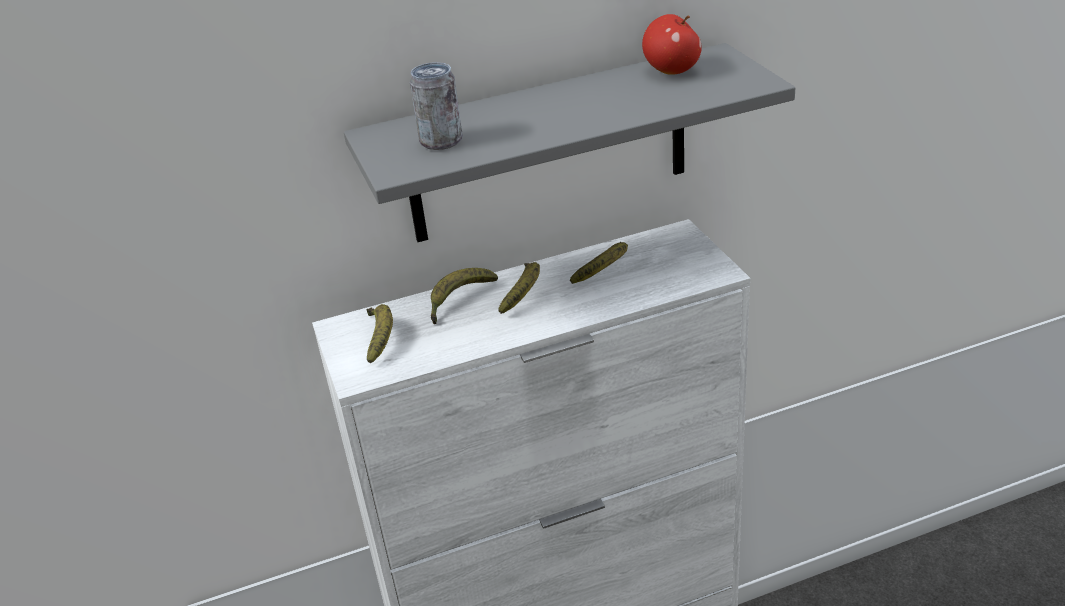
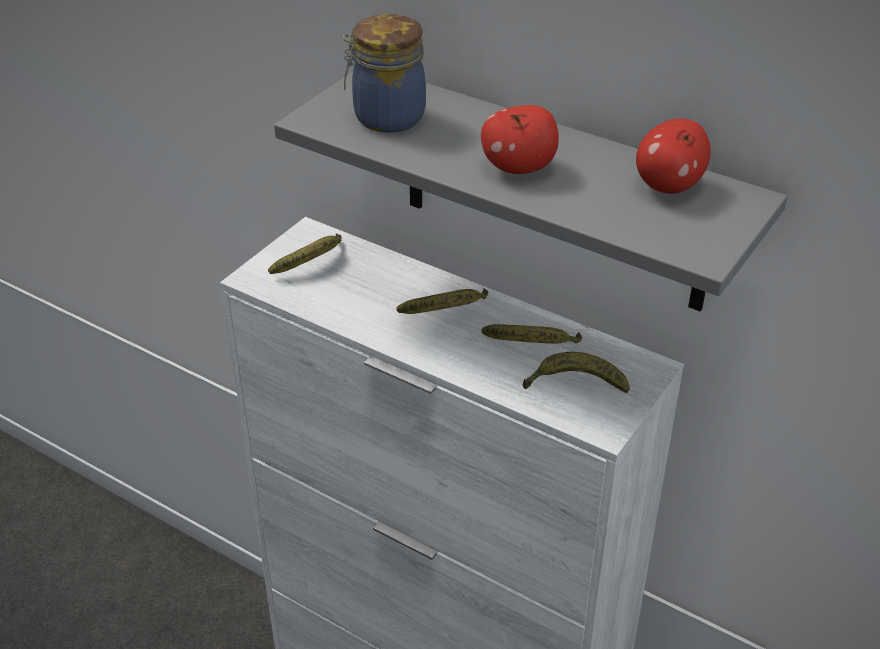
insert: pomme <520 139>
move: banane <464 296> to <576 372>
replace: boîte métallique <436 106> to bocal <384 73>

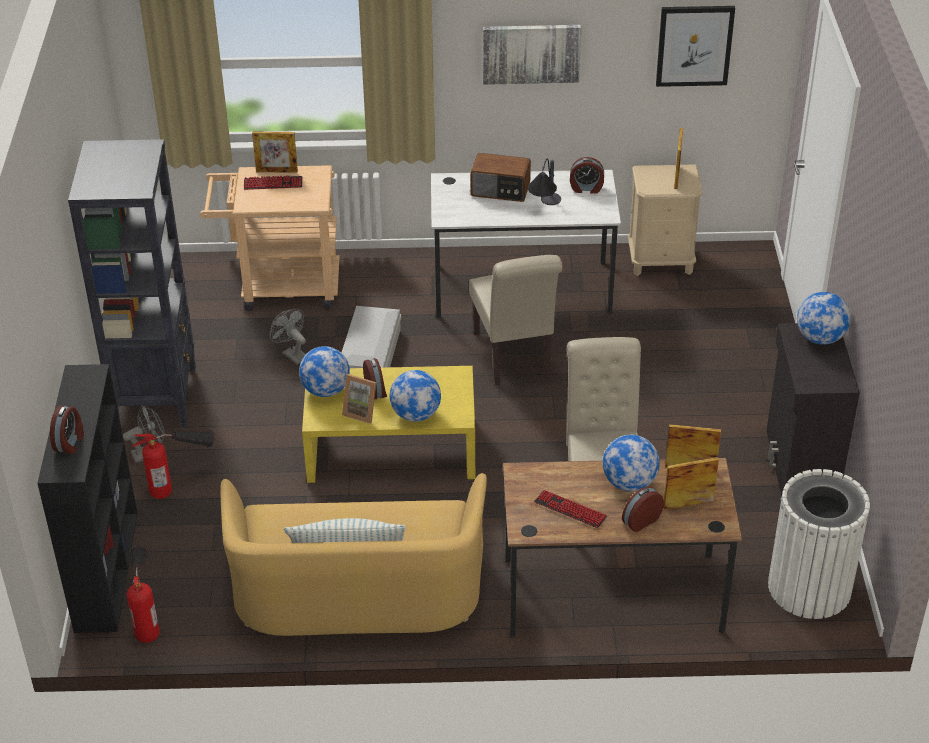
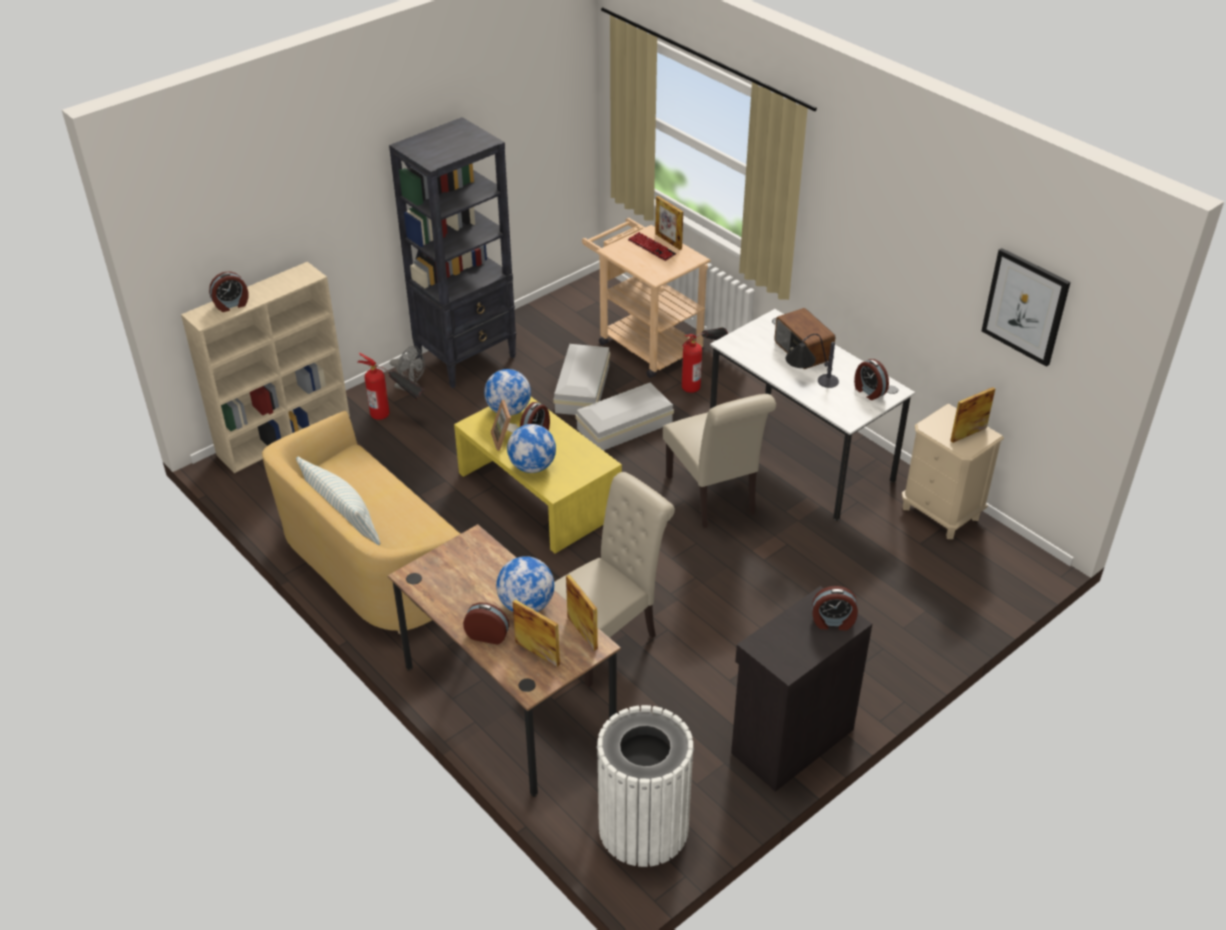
delete: tableau <532 55>; clavier <570 509>
move: extincteur <143 594> to <705 360>
replace: ventilateur/gris <288 336> to boîte de rangement/blanc <581 379>; globe <823 318> to réveil <835 608>
recolor: bibliothèque/noir <87 498> to bibliothèque/beige <265 367>
rotate: chaise/beige <516 320> = <719 461> 60 degrees counterclockwise

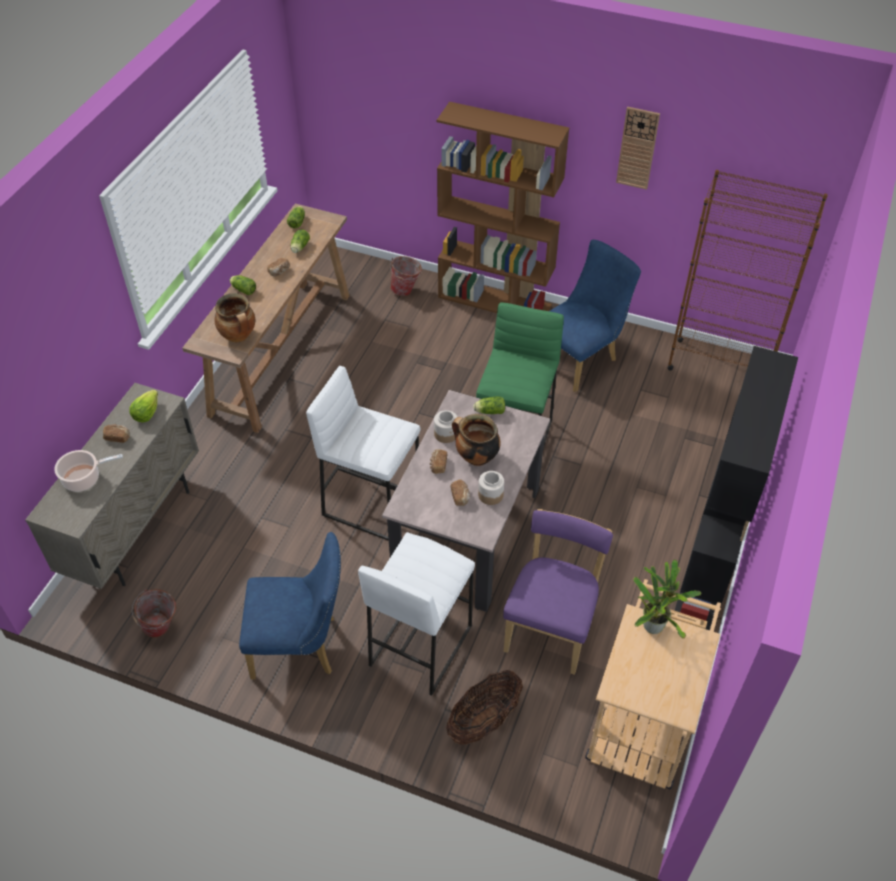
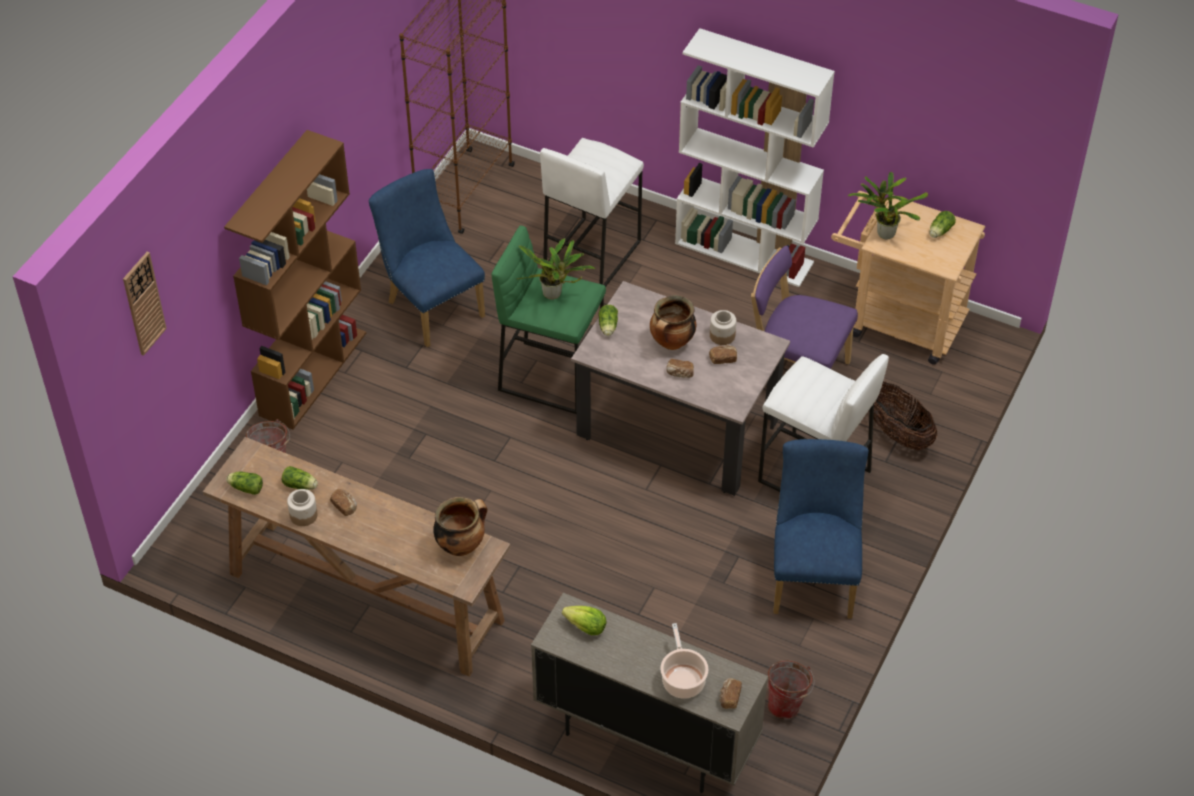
insert: plante en pot <557 269>
move: pain <116 433> to <730 693>; laitue <242 285> to <942 224>; tabouret/blanc <363 453> to <592 212>; bocal <446 426> to <302 507>; horloge murale <638 148> to <145 304>
recolor: bibliothèque/noir <736 488> to bibliothèque/blanc <755 157>

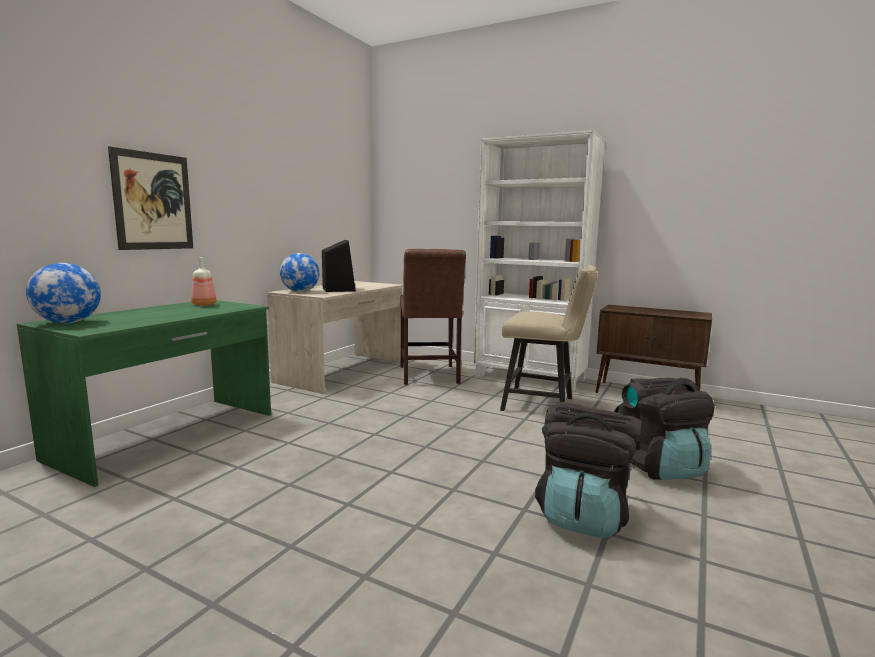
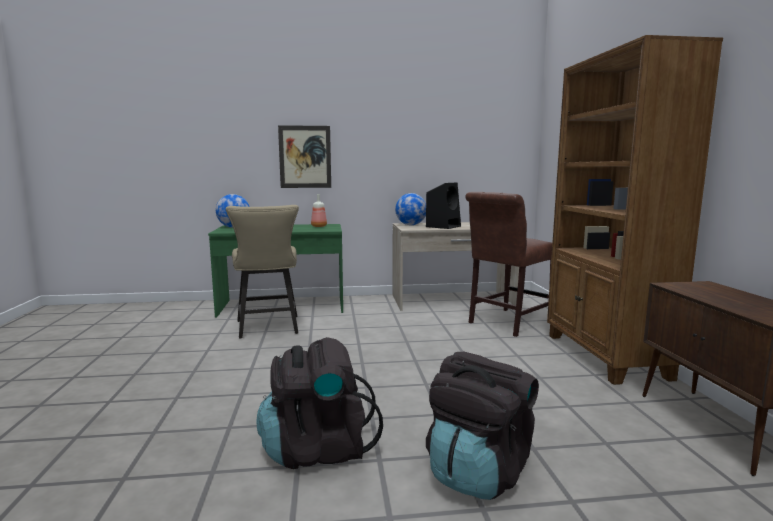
move: chaise/beige <548 338> to <262 272>
recolor: bibliothèque/blanc <539 261> to bibliothèque/marron <635 210>

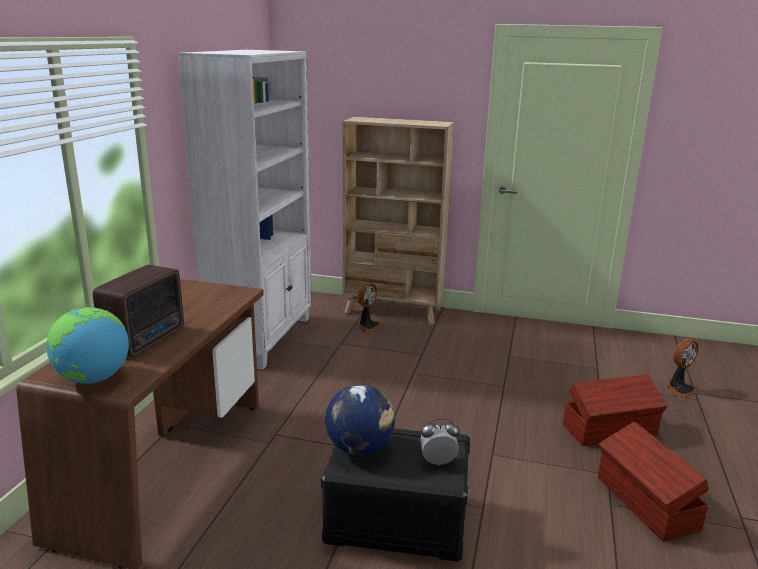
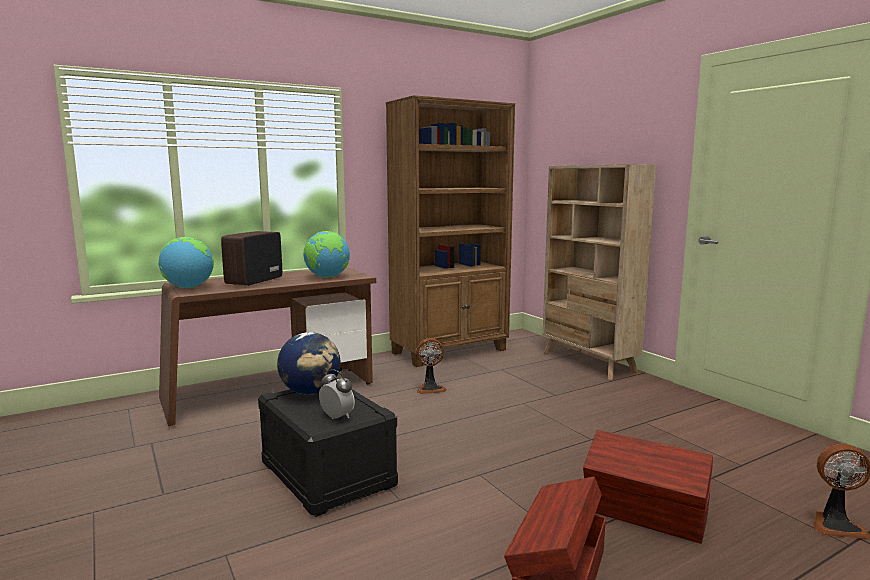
insert: globe <327 254>
move: ventilateur <370 307> to <431 366>
recolor: bibliothèque/blanc <244 210> to bibliothèque/marron <450 231>
rotate: radio <138 311> = <251 258> 135 degrees clockwise

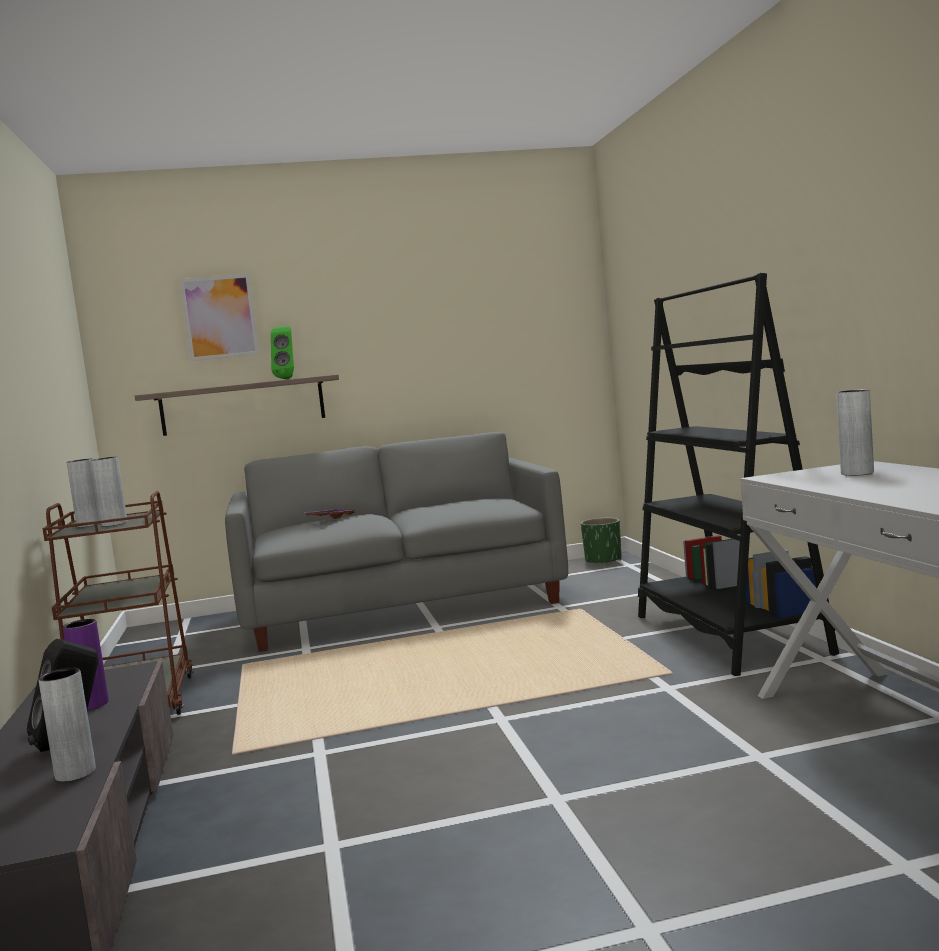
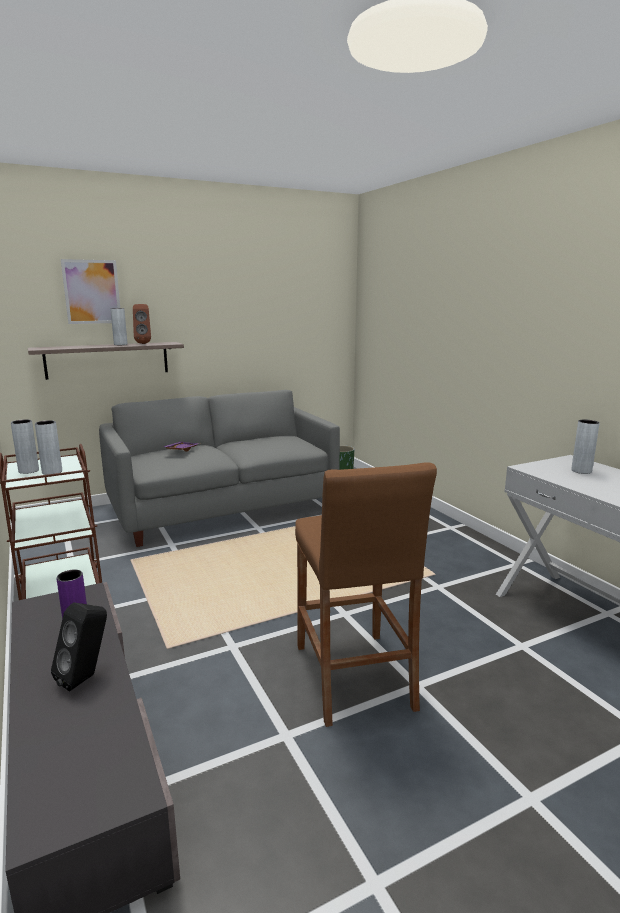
delete: bibliothèque/noir <738 474>
insert: tabouret/marron <366 595>
move: vase/gris <67 725> to <118 326>
recolor: enceinte/vert <282 353> to enceinte/marron <142 324>

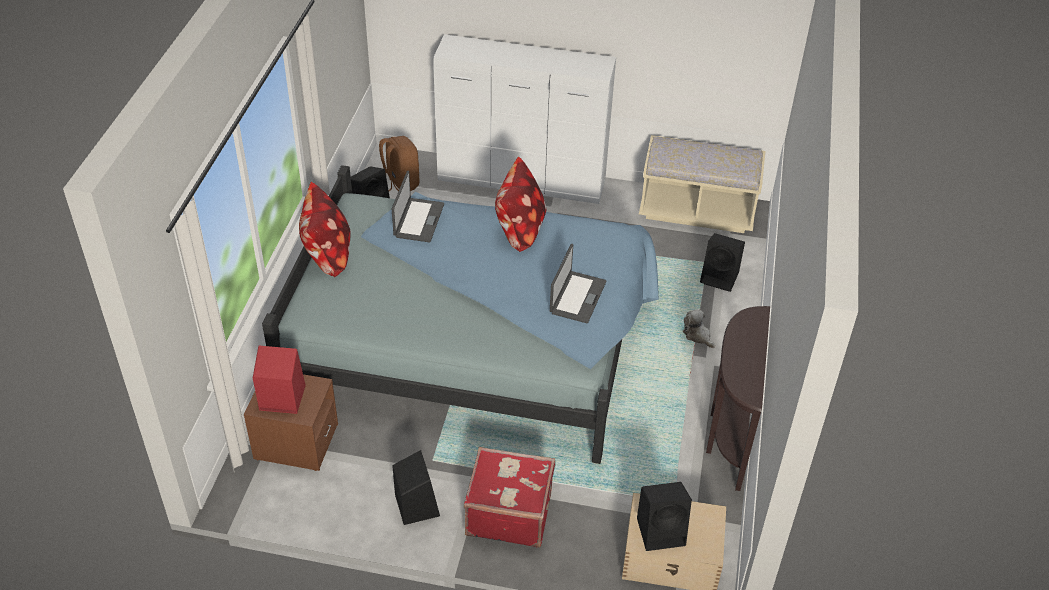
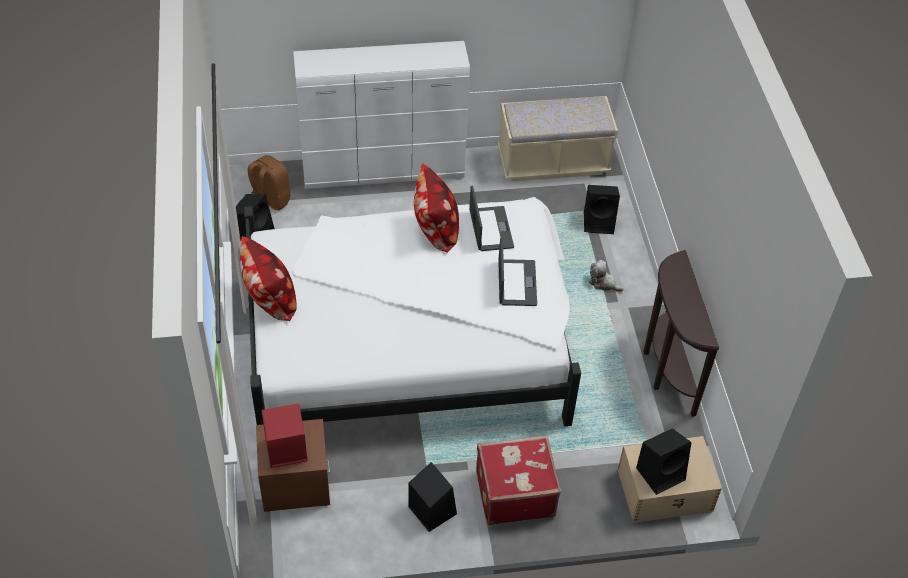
move: ordinateur portable <418 206> to <491 218>
recolor: lit/bleu <460 314> to lit/blanc <412 311>

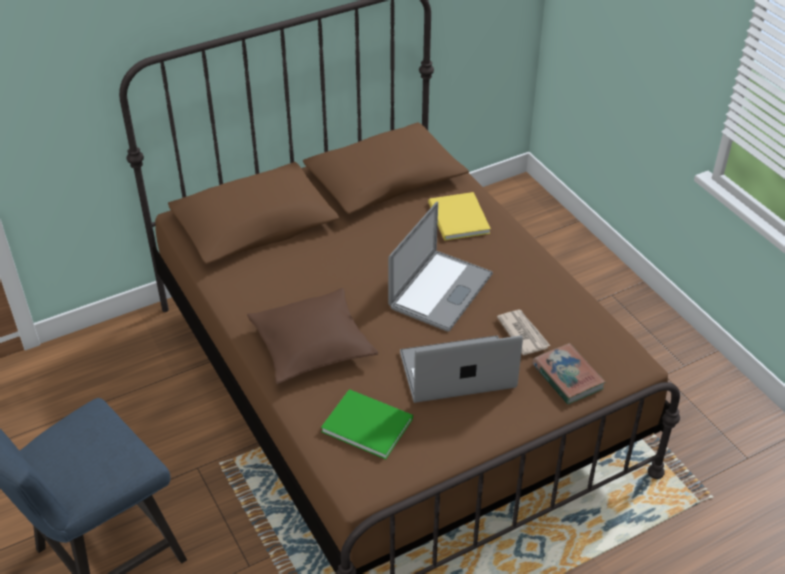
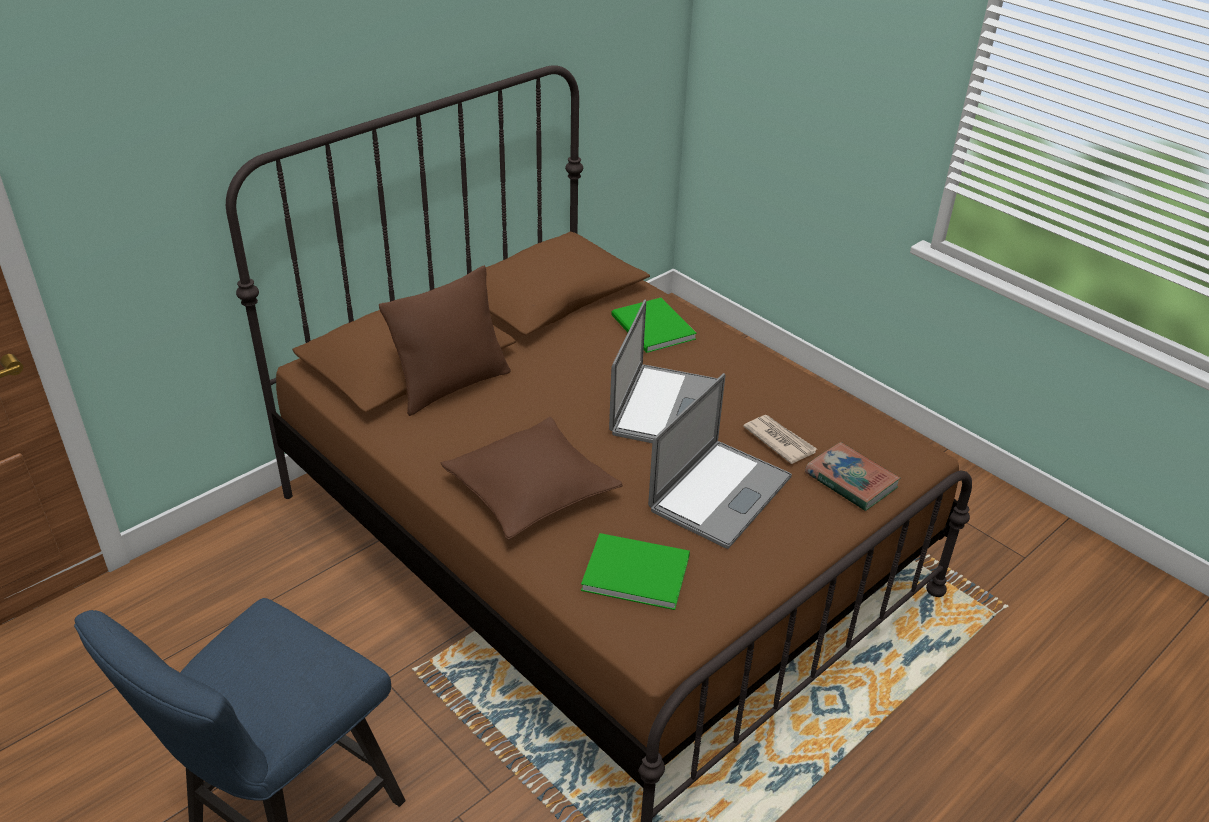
insert: coussin/marron <444 340>
recolor: livre/jaune <459 216> to livre/vert <654 325>
rotate: ordinateur portable <461 369> = <720 461> 150 degrees clockwise

